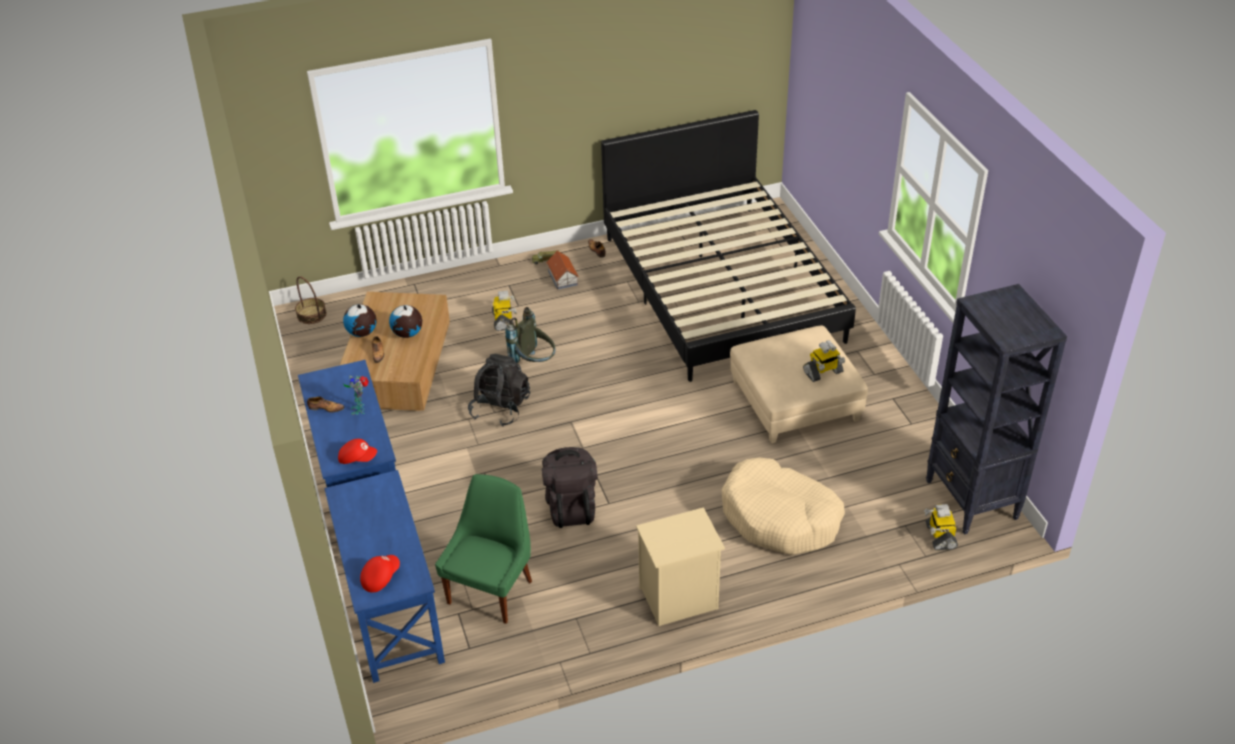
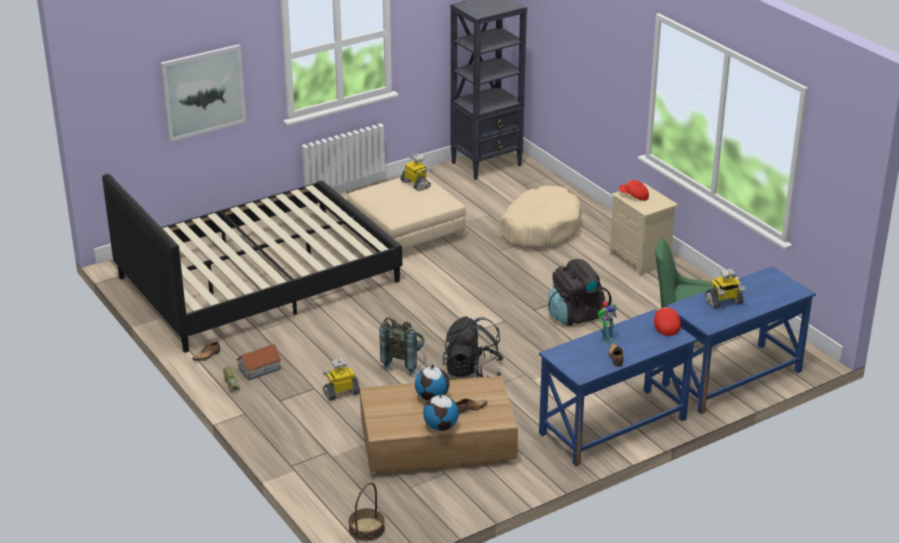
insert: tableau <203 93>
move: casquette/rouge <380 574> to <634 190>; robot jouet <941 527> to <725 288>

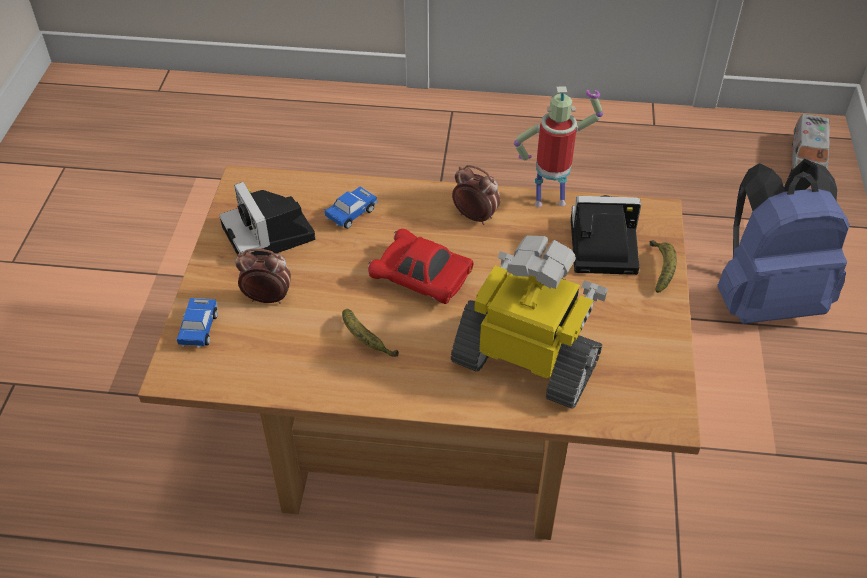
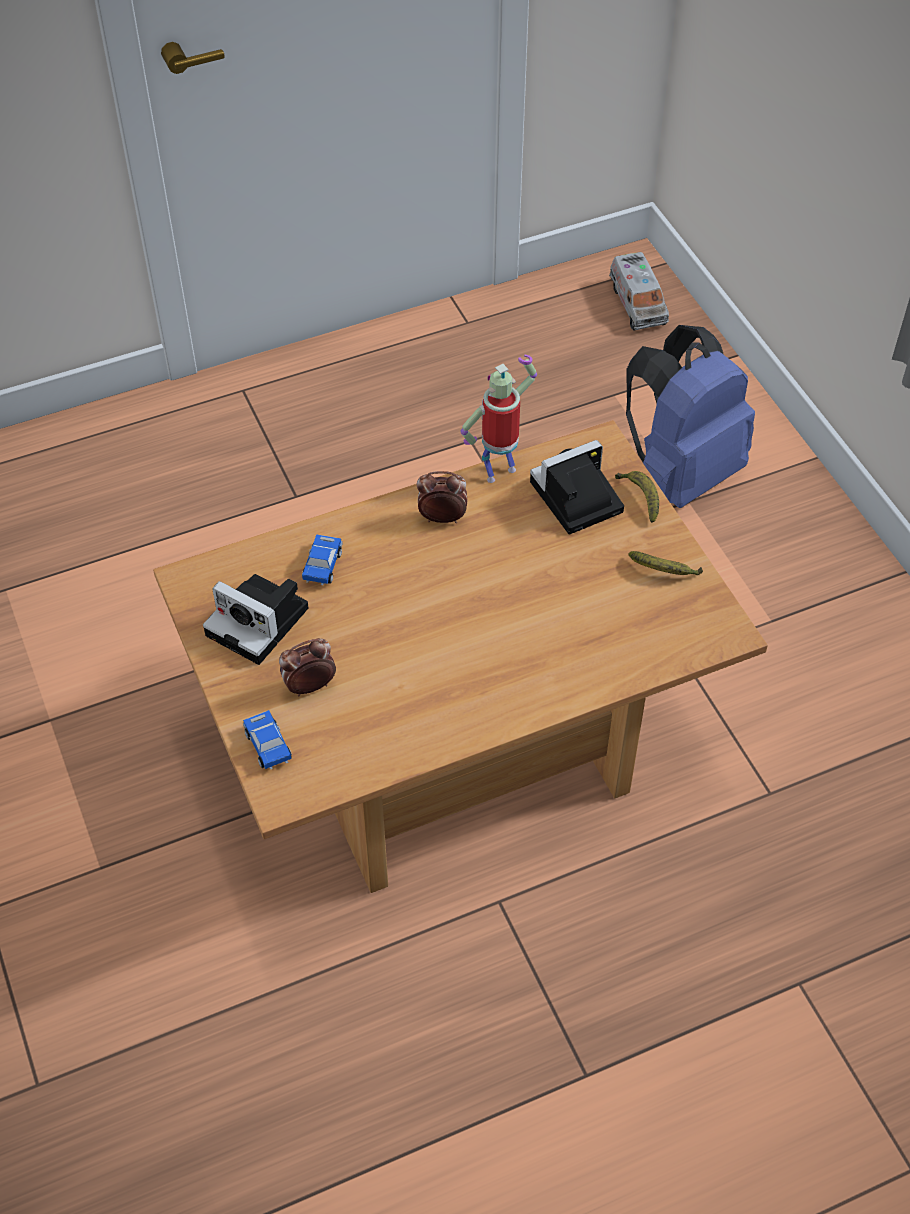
delete: petite voiture/rouge <421 266>; robot jouet <529 322>
move: banane <370 333> to <666 563>

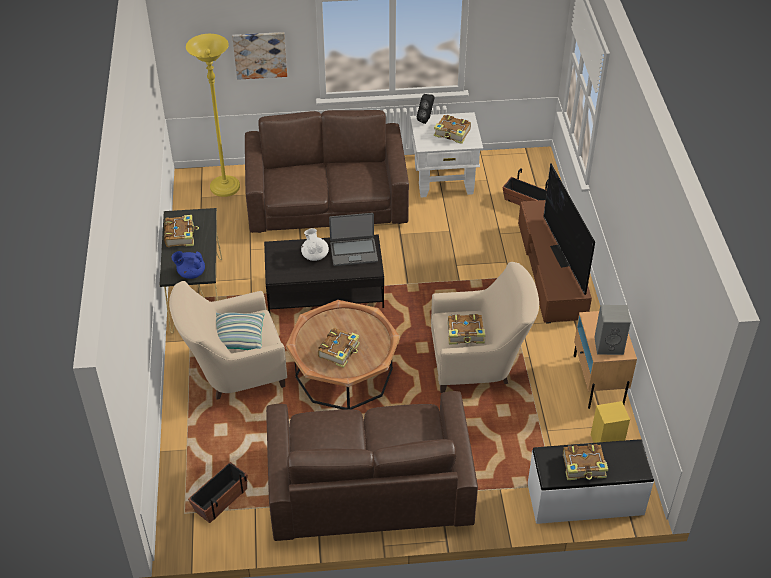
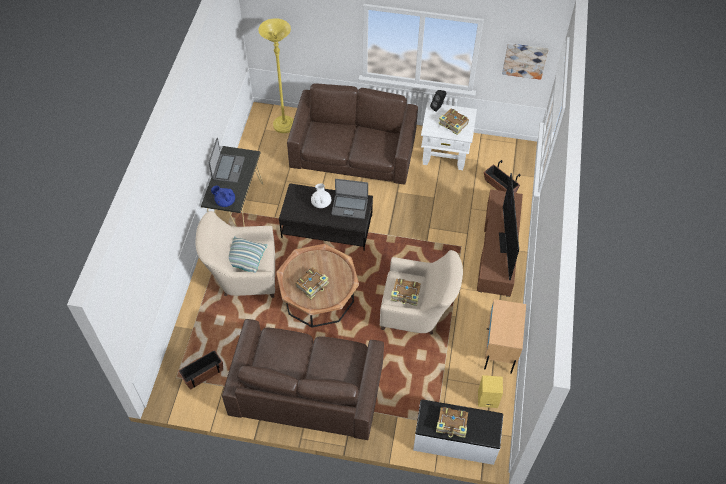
delete: enceinte/gris <612 330>
move: tableau <260 56> to <525 61>
replace: livre <181 231> to ordinateur portable <227 160>

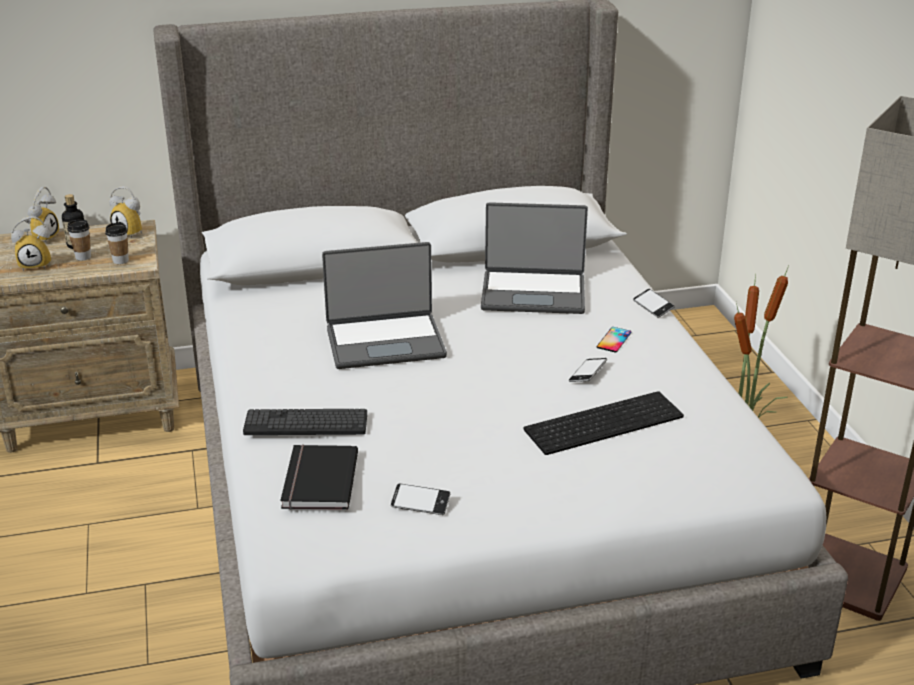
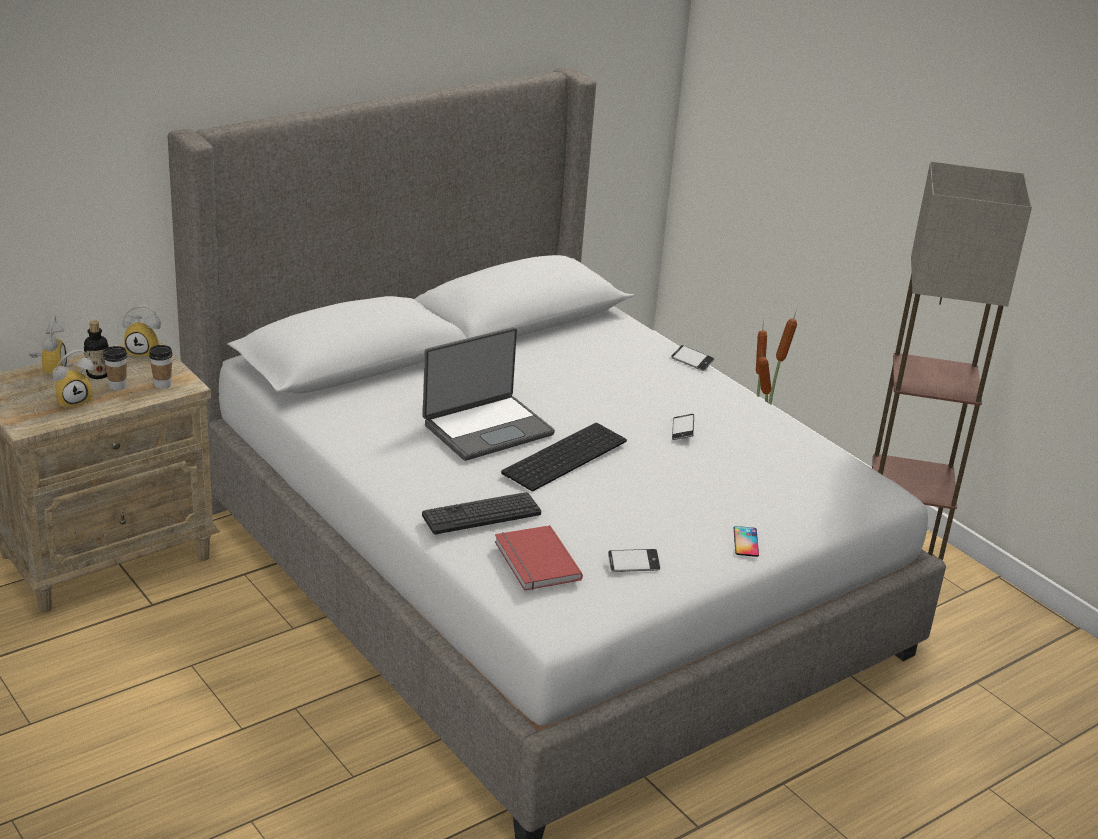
delete: ordinateur portable <534 258>
move: clavier <604 423> to <564 457>; téléphone <614 339> to <746 541>
recolor: livre/noir <319 477> to livre/rouge <539 558>

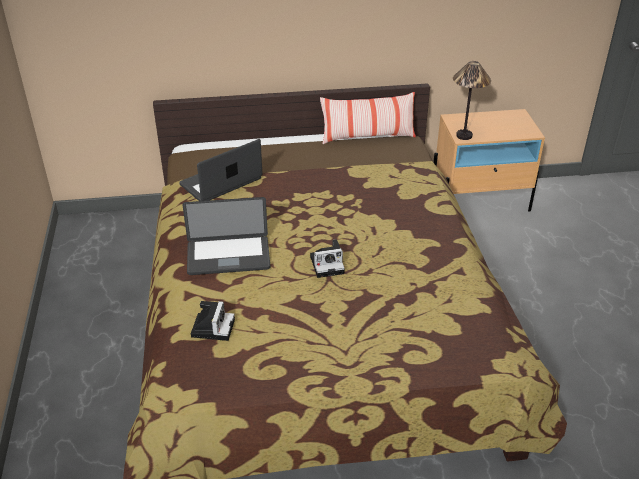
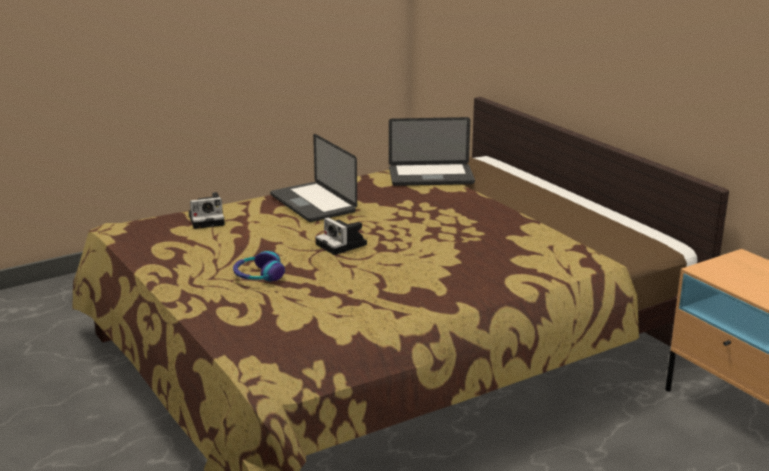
delete: coussin <368 118>; lampe de table <472 100>
insert: casque audio <259 266>
rotate: ordinateur portable <220 170> = <432 151> 150 degrees clockwise

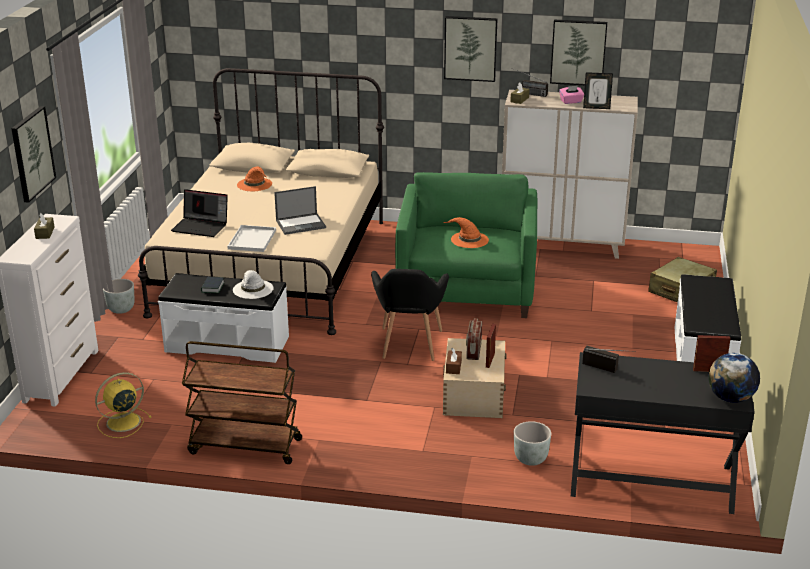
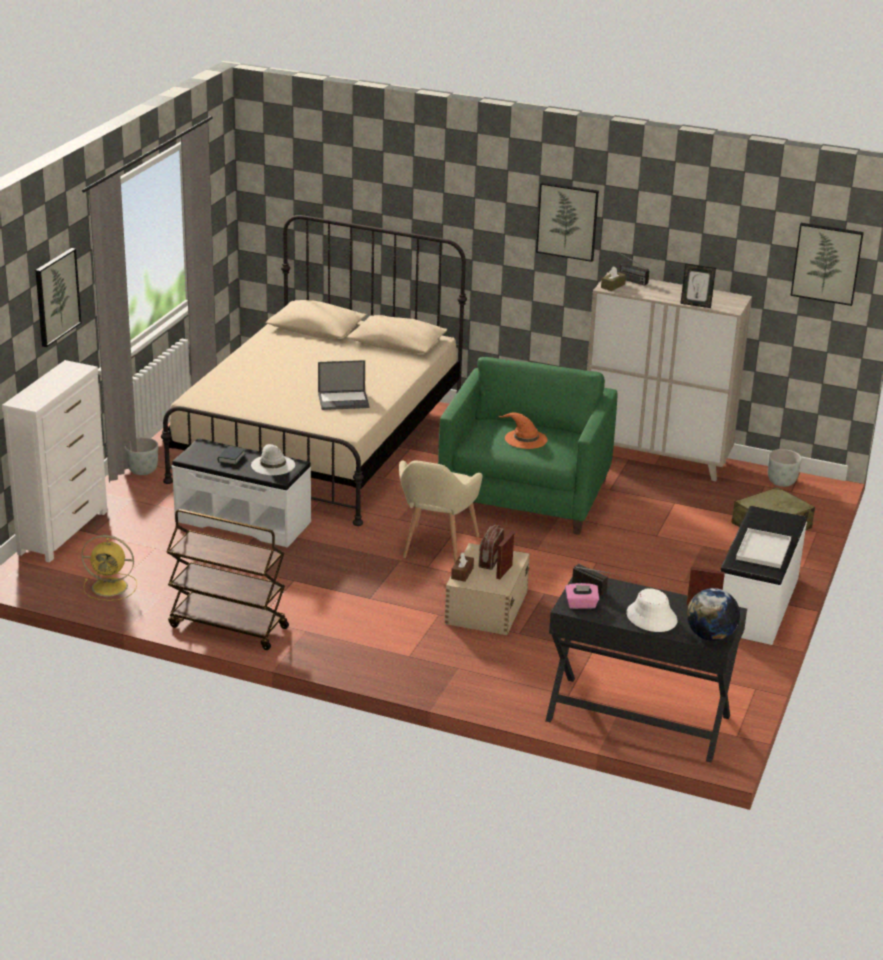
delete: boîte à mouchoirs/marron <44 226>; ordinateur portable <199 213>; chapeau/orange <254 178>
insert: chapeau/blanc <651 610>
move: plateau/blanc <251 238> to <763 548>; cache-pot/gris <532 443> to <785 468>; tableau <579 52> to <827 264>; boîte à mouchoirs/rose <571 95> to <582 596>
recolor: fauteuil/noir <410 315> to fauteuil/beige <441 511>
rotate: ventilateur/jaune <123 405> = <109 568> 150 degrees counterclockwise

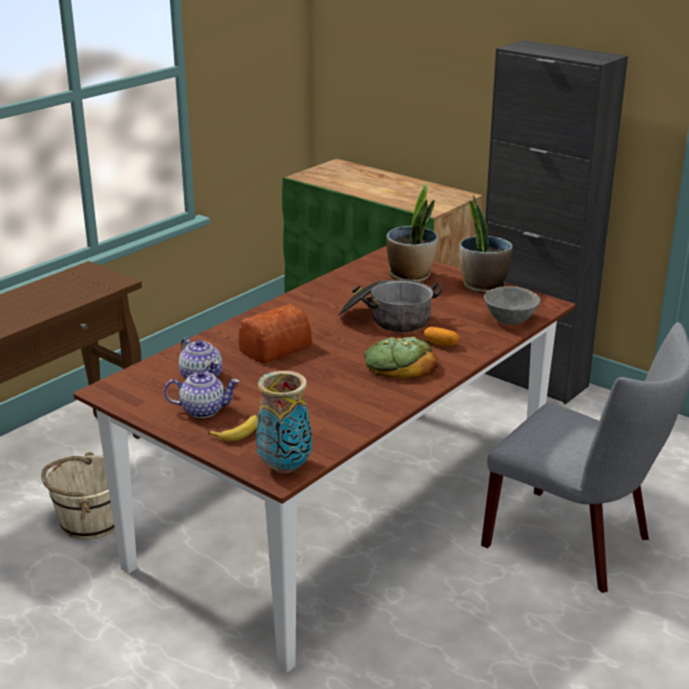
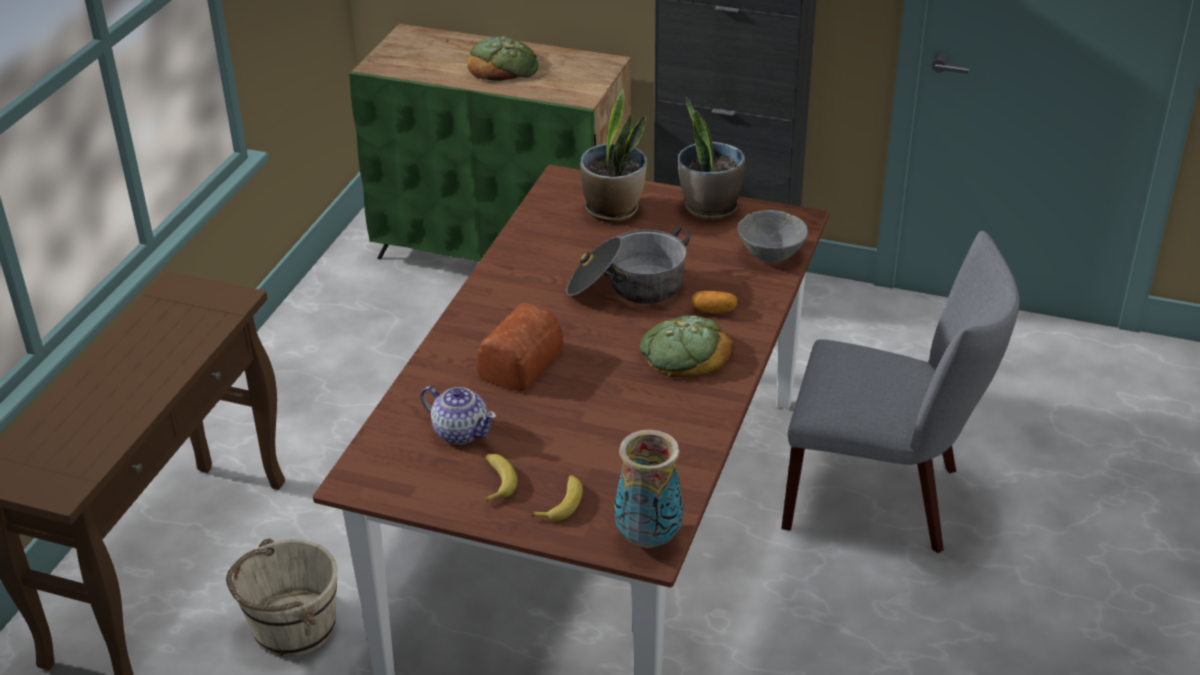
insert: pain <502 58>
replace: théière <202 394> to banane <501 478>

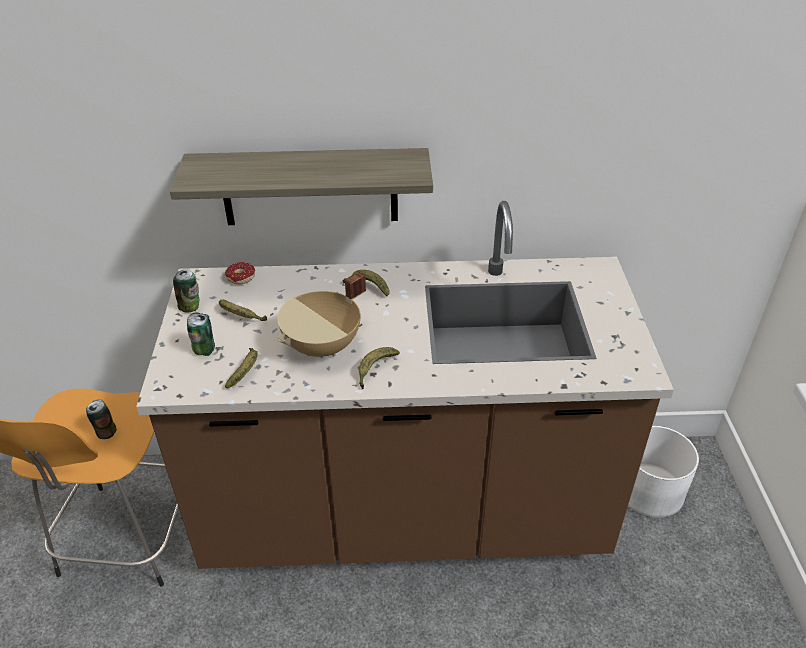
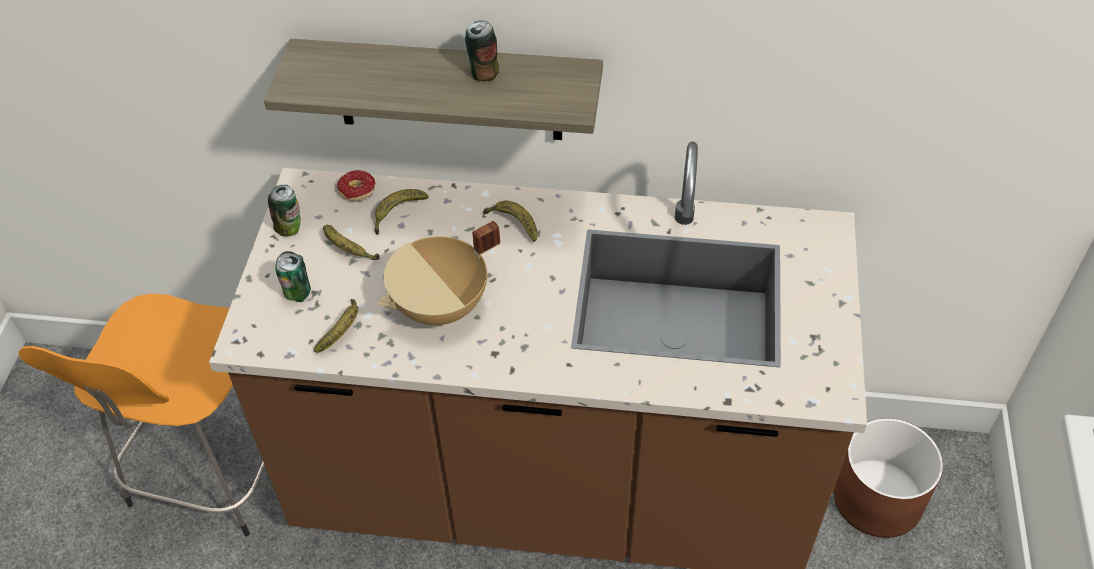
move: boîte métallique <101 419> to <482 50>; banane <379 368> to <402 212>
recolor: cache-pot/blanc <663 472> to cache-pot/marron <888 478>

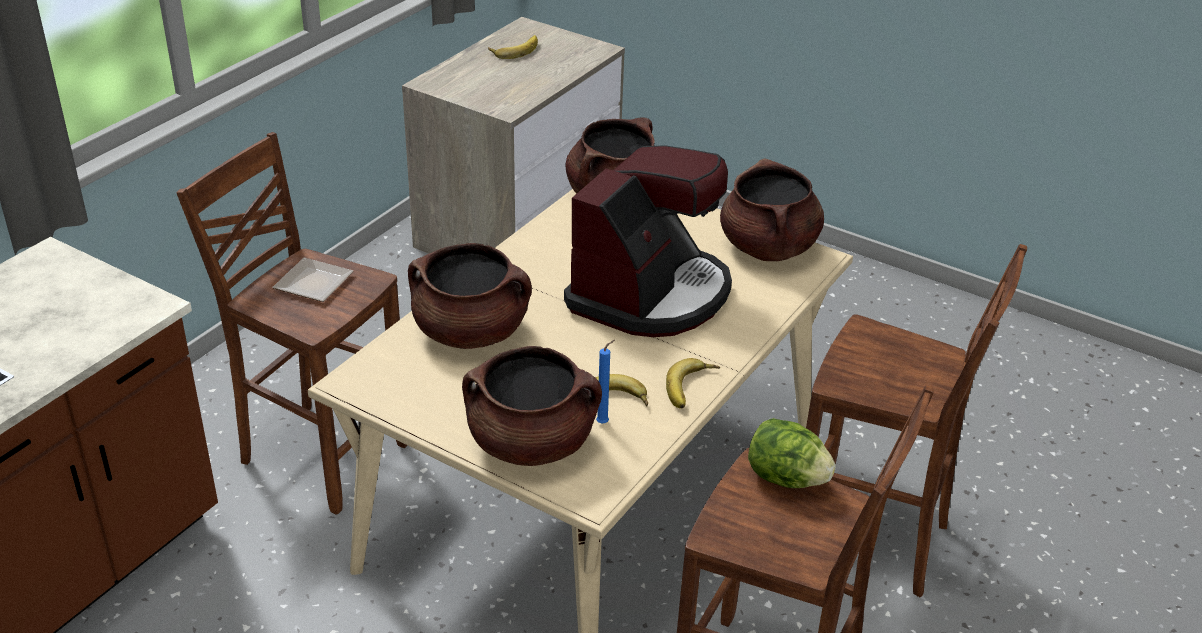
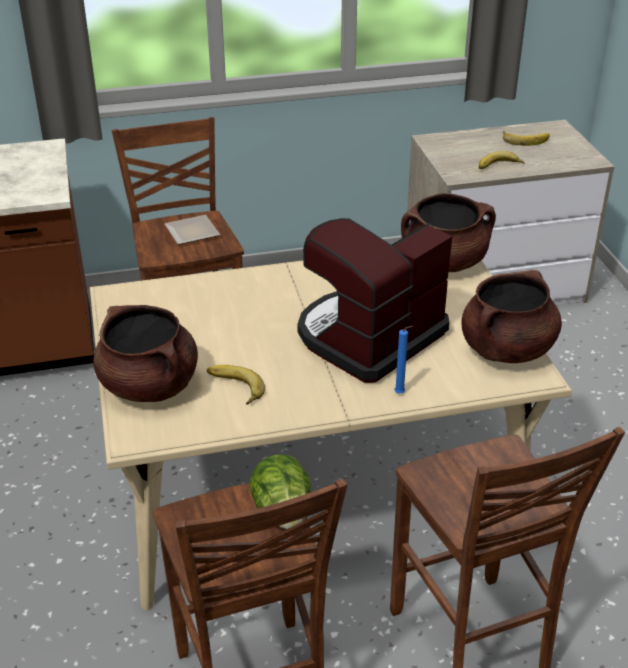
delete: marmite/marron <470 296>
move: bougie/bleu <605 382> to <404 360>; banane <693 383> to <502 160>
rotate: machine à café <648 241> = <375 300> 150 degrees clockwise

